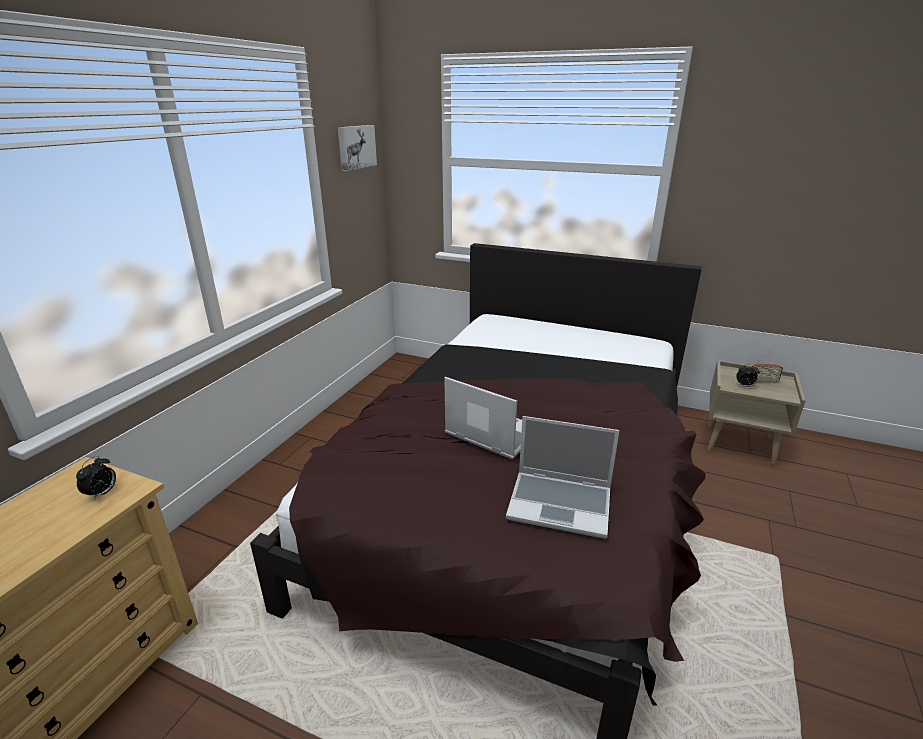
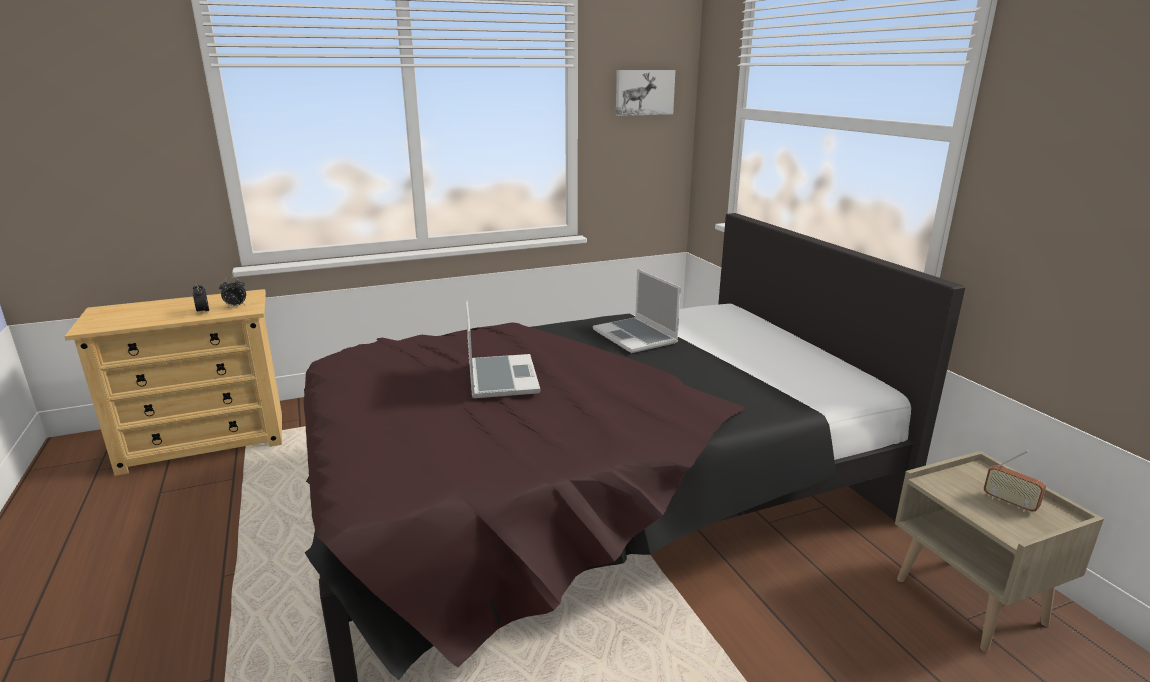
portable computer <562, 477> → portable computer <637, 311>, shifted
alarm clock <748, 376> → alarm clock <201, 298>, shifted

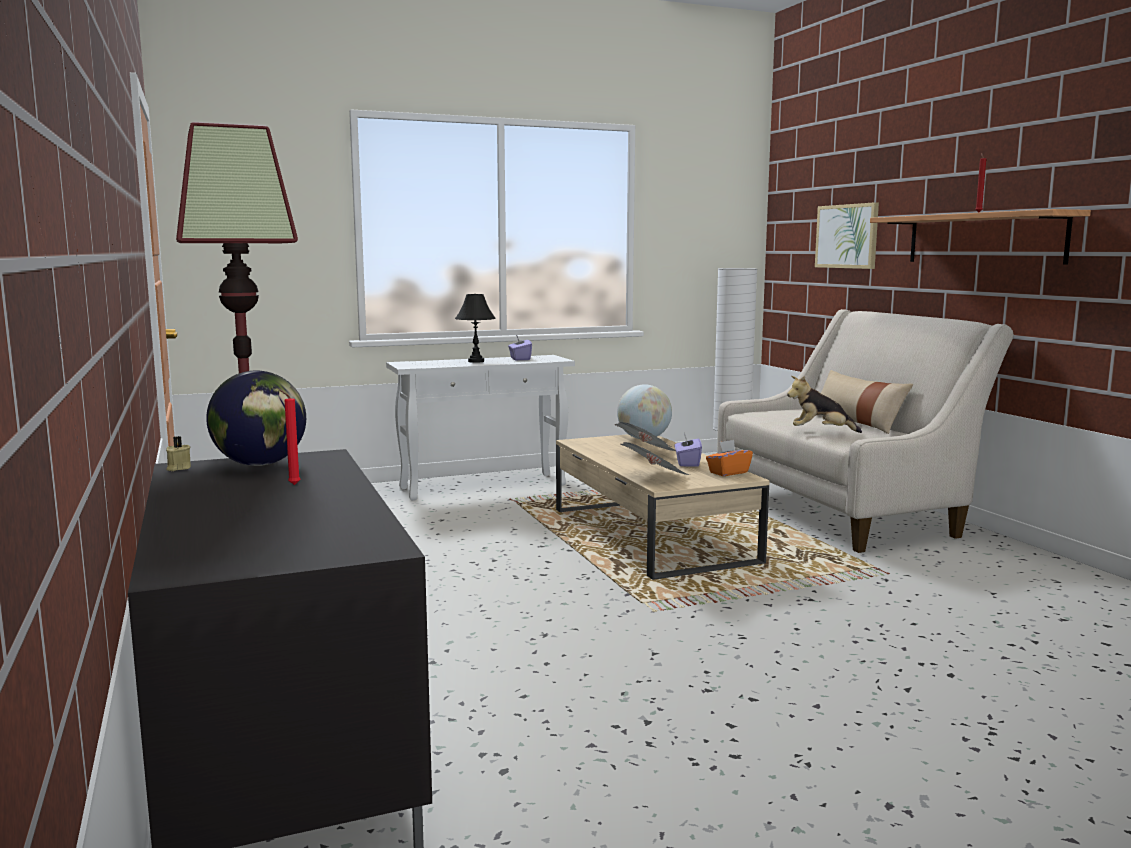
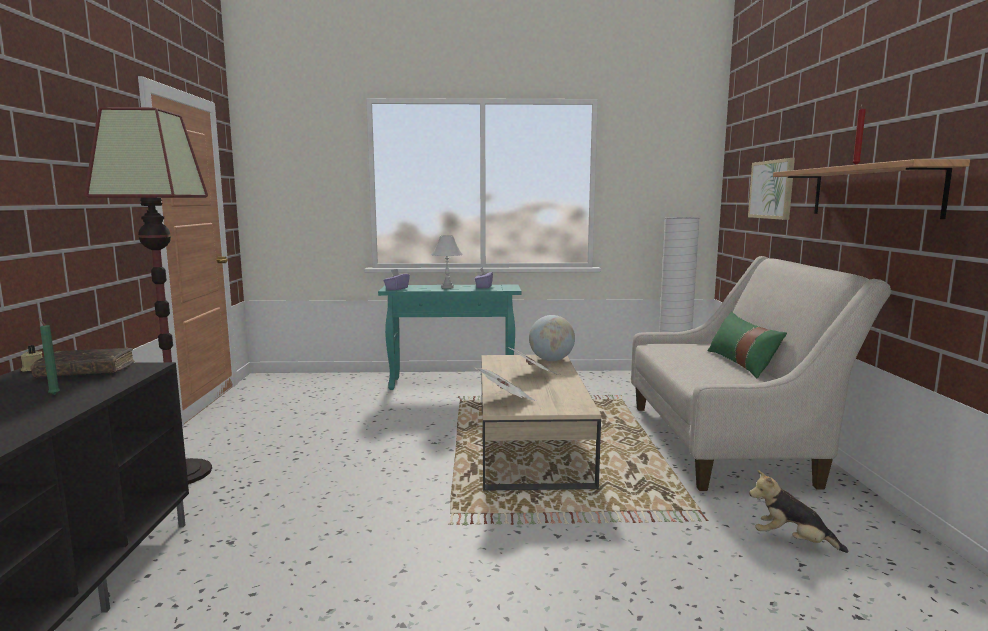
world globe <256, 418> → brown book <83, 362>
reddish candle <289, 437> → green-coloured candle <49, 356>
whitish hall table <480, 428> → turquoise hall table <449, 337>
black table lamp <475, 328> → whitish table lamp <447, 262>
purplish tissue box <688, 449> → purplish tissue box <396, 279>, shifted
orange tissue box <729, 458> → -
cuddly toy <824, 404> → cuddly toy <798, 511>, shifted
sand-coloured pillow <867, 402> → green-coloured pillow <747, 345>

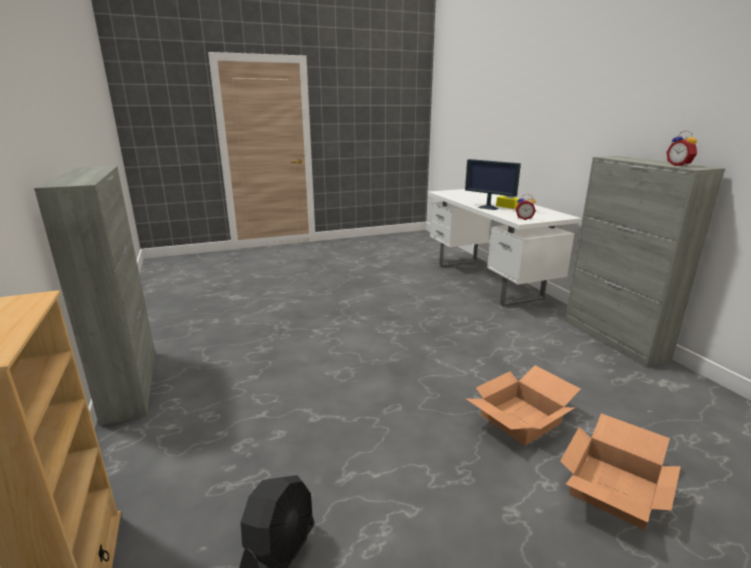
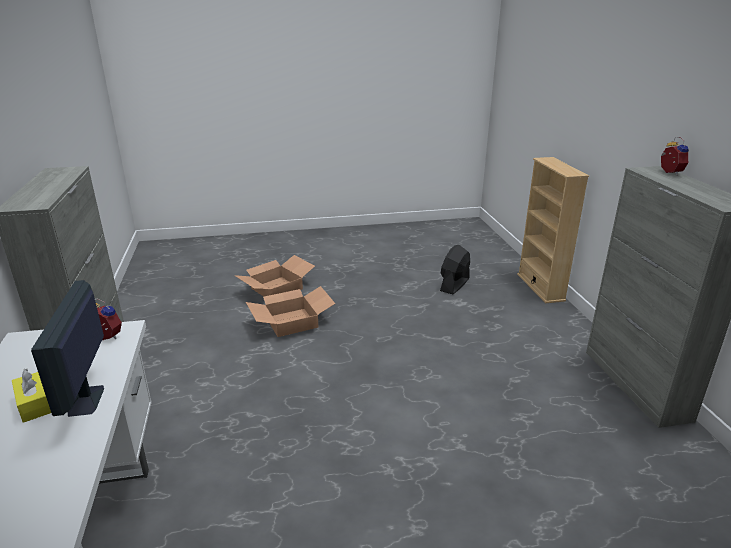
computer screen <493, 184> → computer screen <67, 348>, 150 degrees counterclockwise
alarm clock <682, 149> → alarm clock <675, 156>, shifted

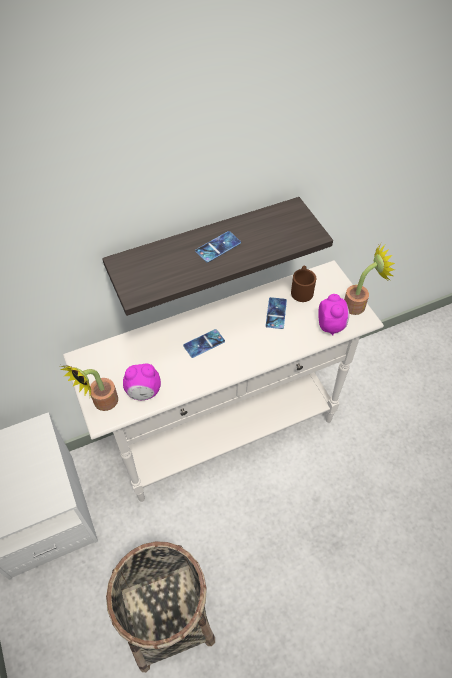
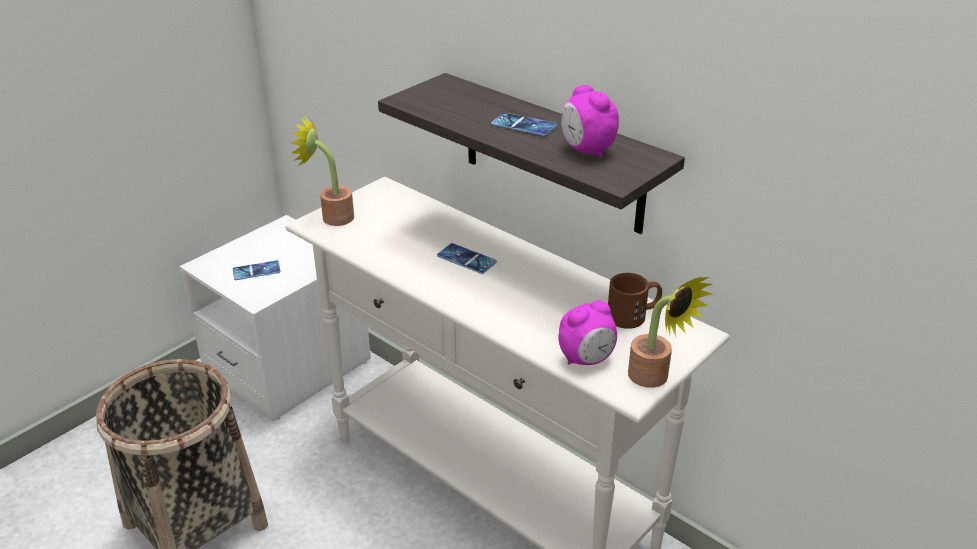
alarm clock <142, 381> → alarm clock <590, 121>, shifted
telephone <276, 313> → telephone <257, 270>, shifted

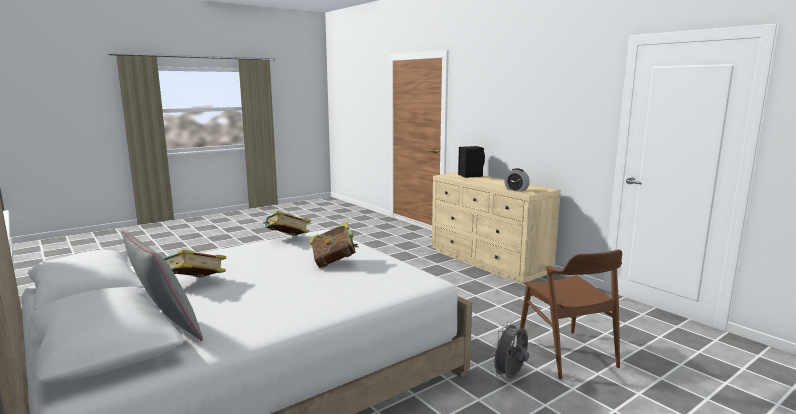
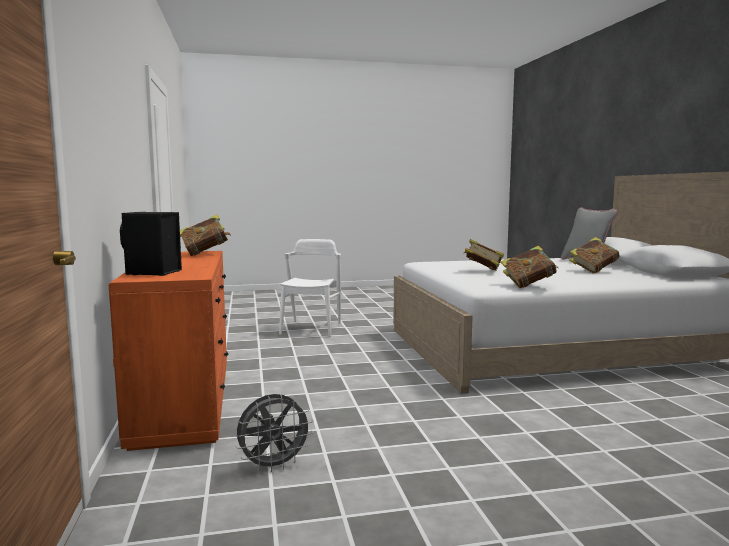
sand-coloured drawer chest <496, 228> → orange drawer chest <168, 351>
grey cooling fan <509, 350> → grey cooling fan <274, 433>, shifted
alarm clock <517, 180> → book <205, 235>
brown chair <571, 314> → whitish chair <310, 288>

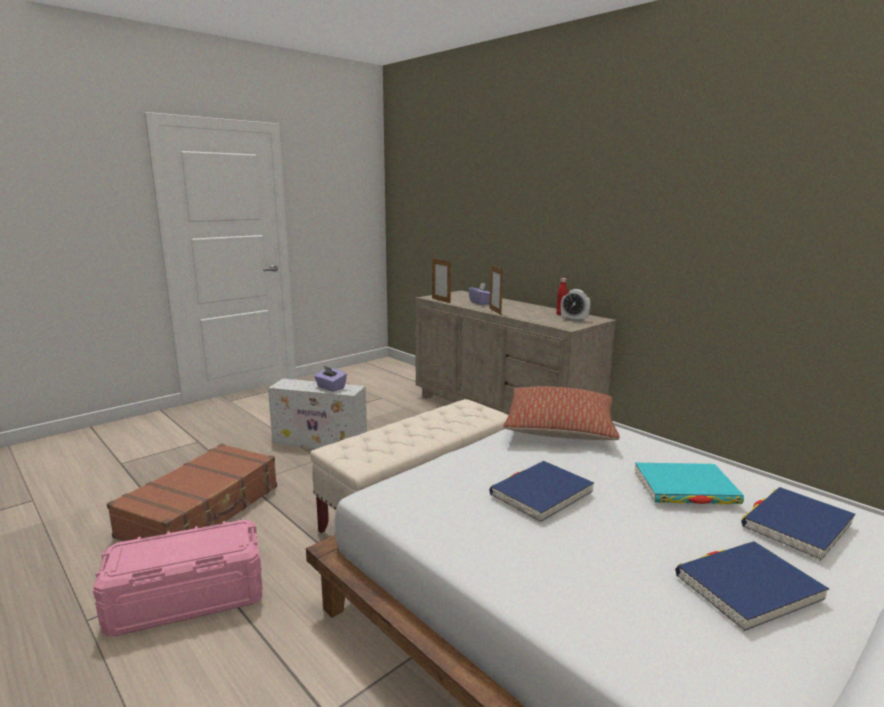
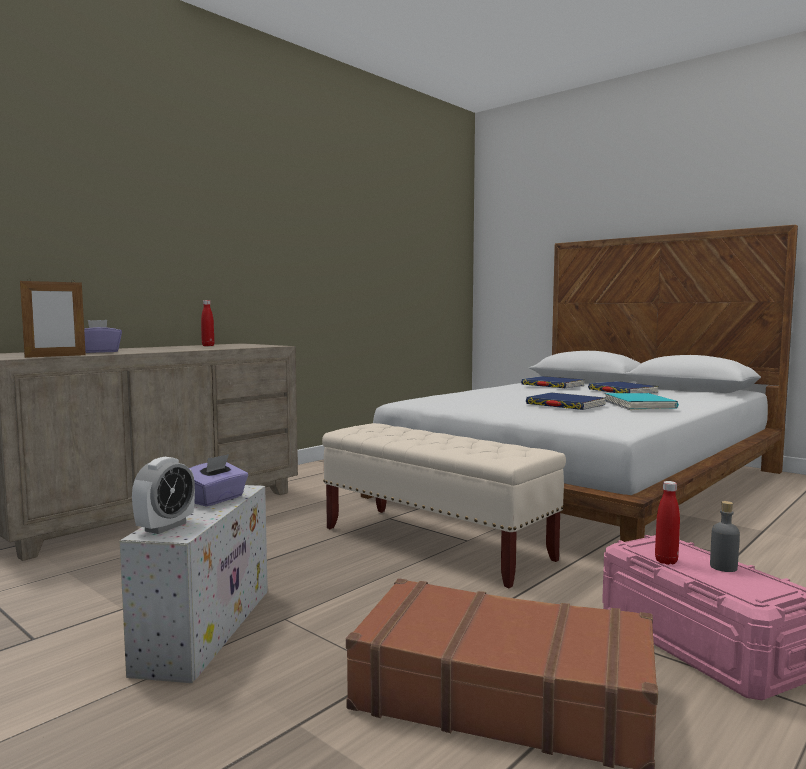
picture frame <496, 290> → -
pillow <562, 413> → -
alarm clock <575, 305> → alarm clock <163, 495>, shifted
turquoise book <689, 484> → turquoise book <641, 401>, shifted
- → reddish drink bottle <667, 523>
- → grey drink bottle <725, 536>

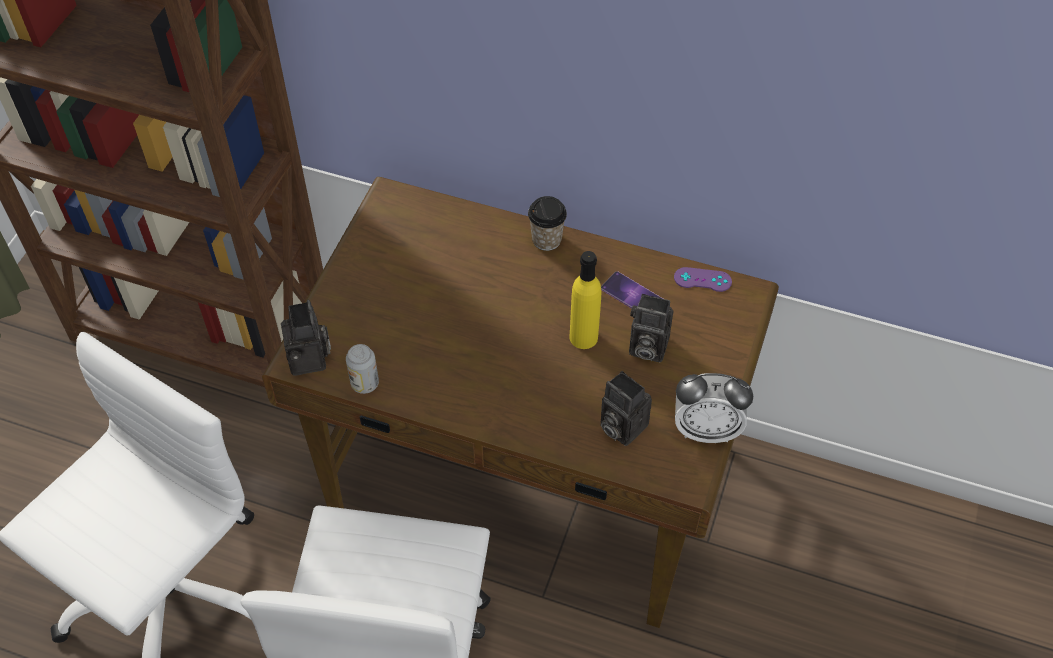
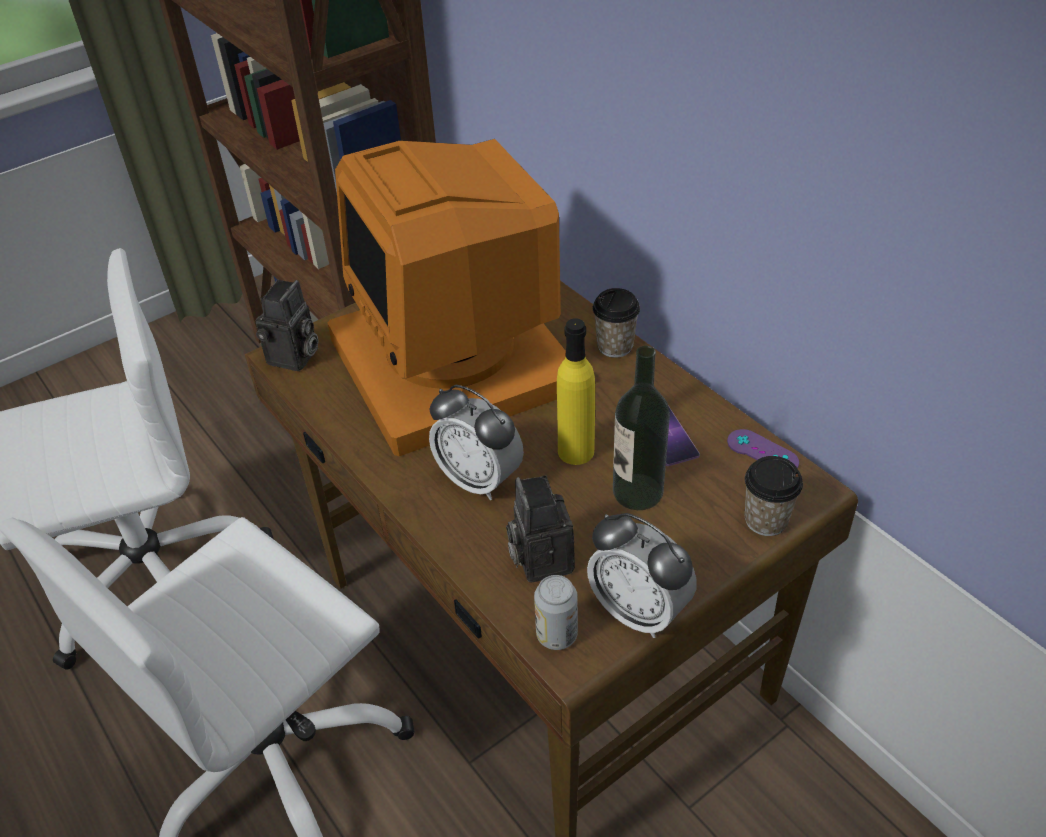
sealed can <362, 369> → sealed can <556, 612>, shifted
still camera <651, 328> → drink bottle <641, 428>
- → computer screen <447, 297>
- → alarm clock <476, 442>
- → cup <774, 496>

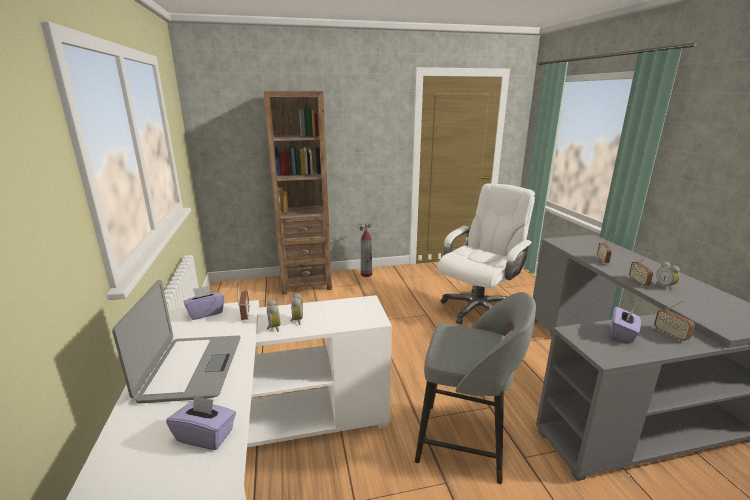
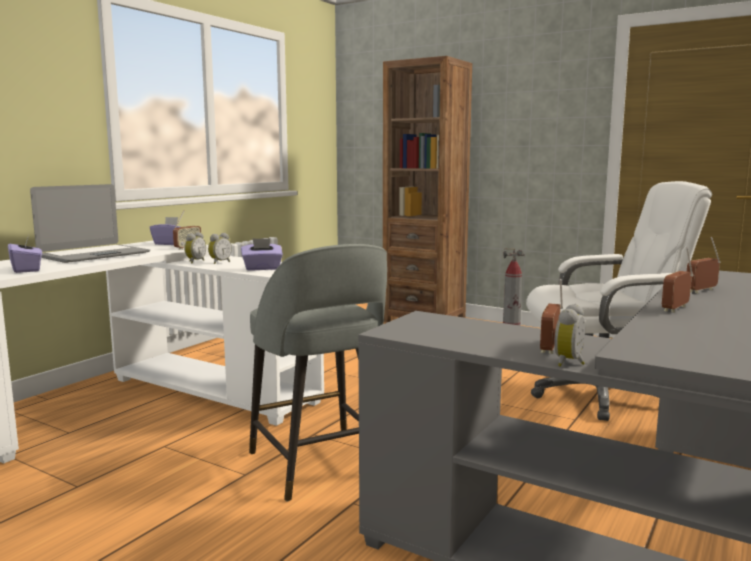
purplish tissue box <626, 325> → purplish tissue box <262, 254>, shifted
alarm clock <668, 276> → alarm clock <569, 335>, shifted

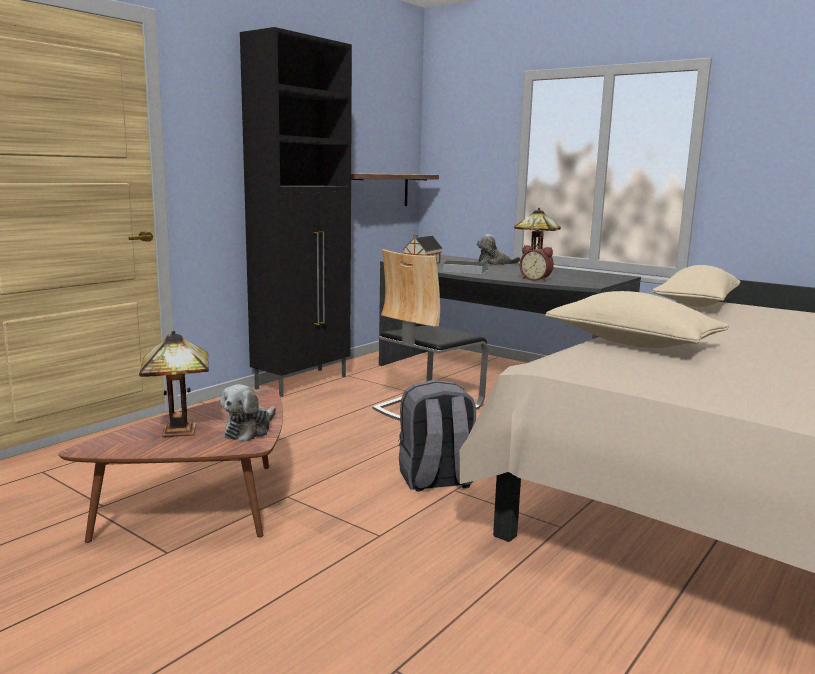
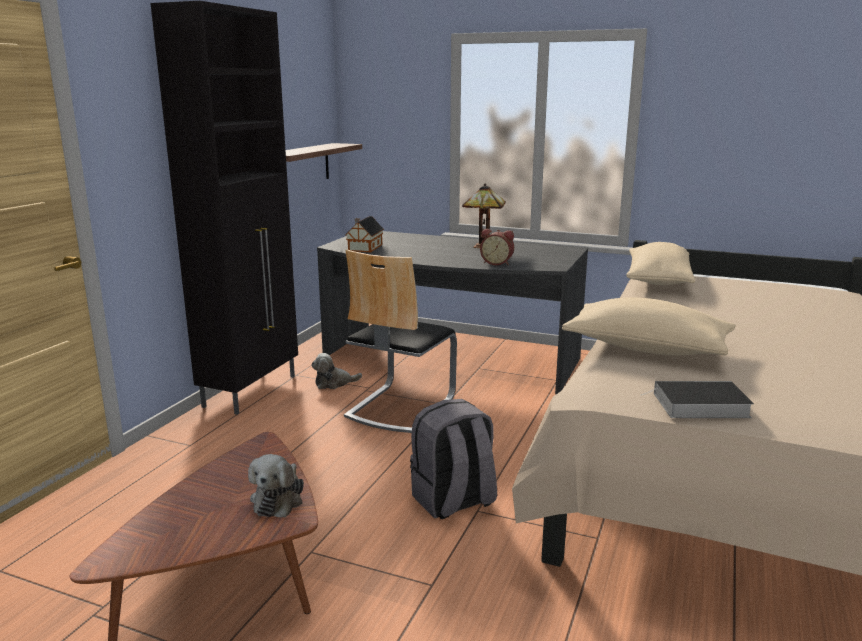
table lamp <174, 384> → -
book <464, 267> → book <697, 399>, shifted
cuddly toy <498, 249> → cuddly toy <337, 371>, shifted

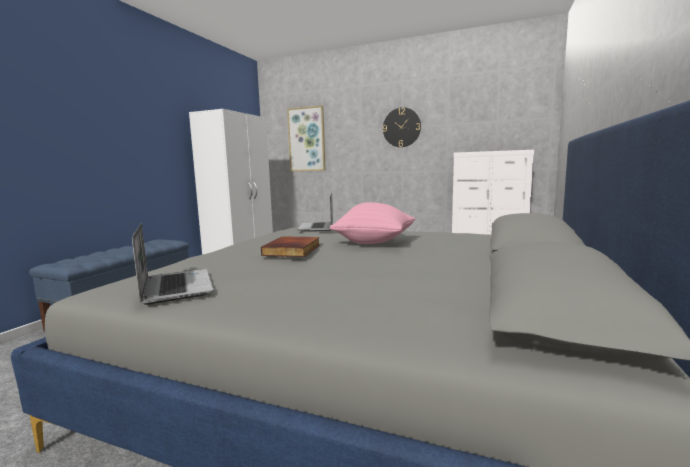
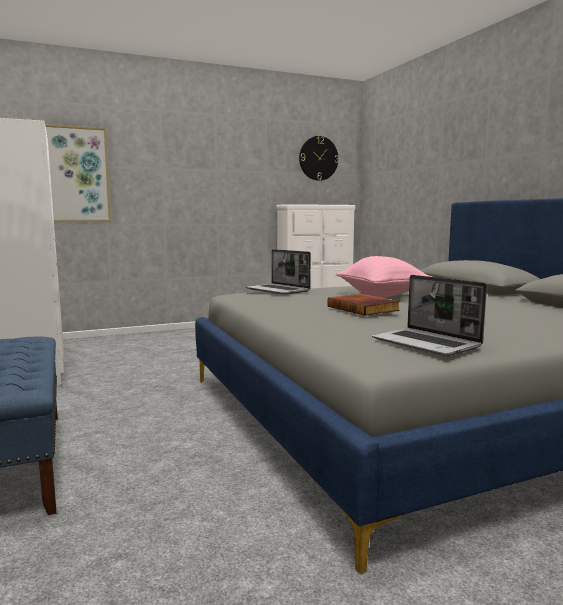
portable computer <173, 264> → portable computer <429, 315>, 150 degrees counterclockwise
clock on the wall <402, 127> → clock on the wall <319, 158>, shifted

